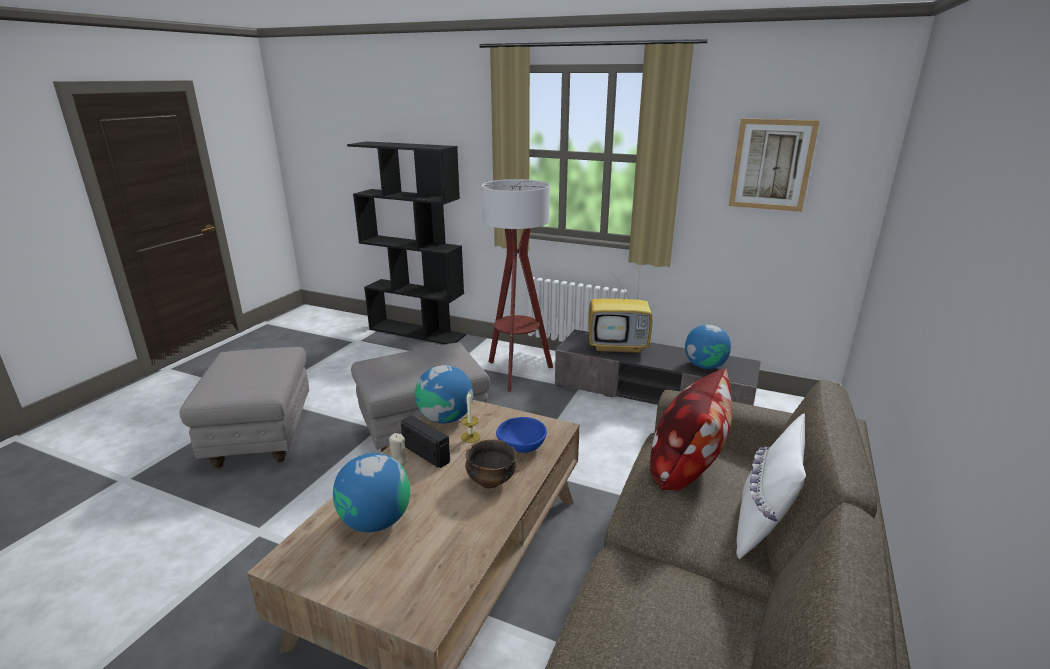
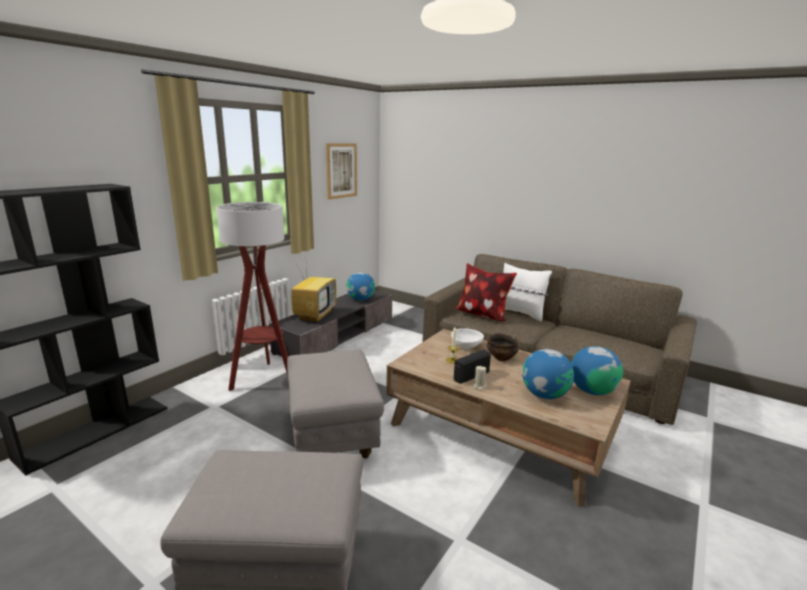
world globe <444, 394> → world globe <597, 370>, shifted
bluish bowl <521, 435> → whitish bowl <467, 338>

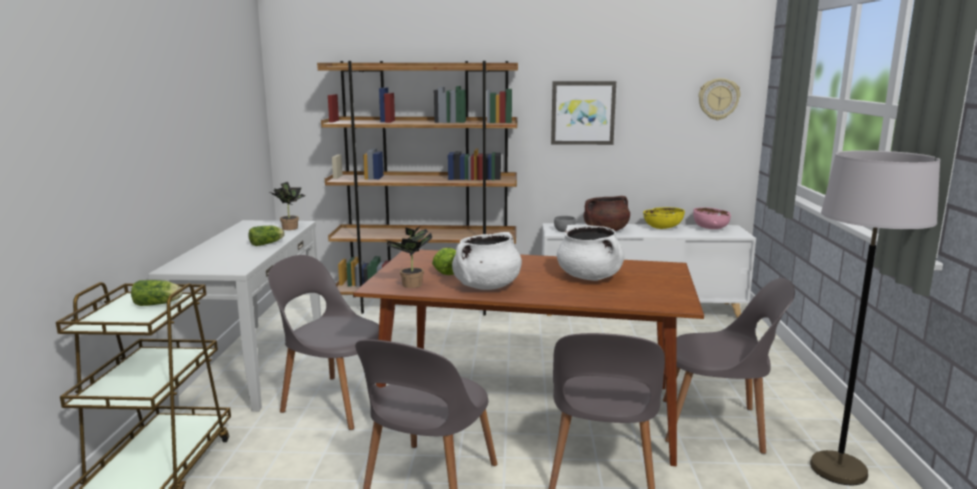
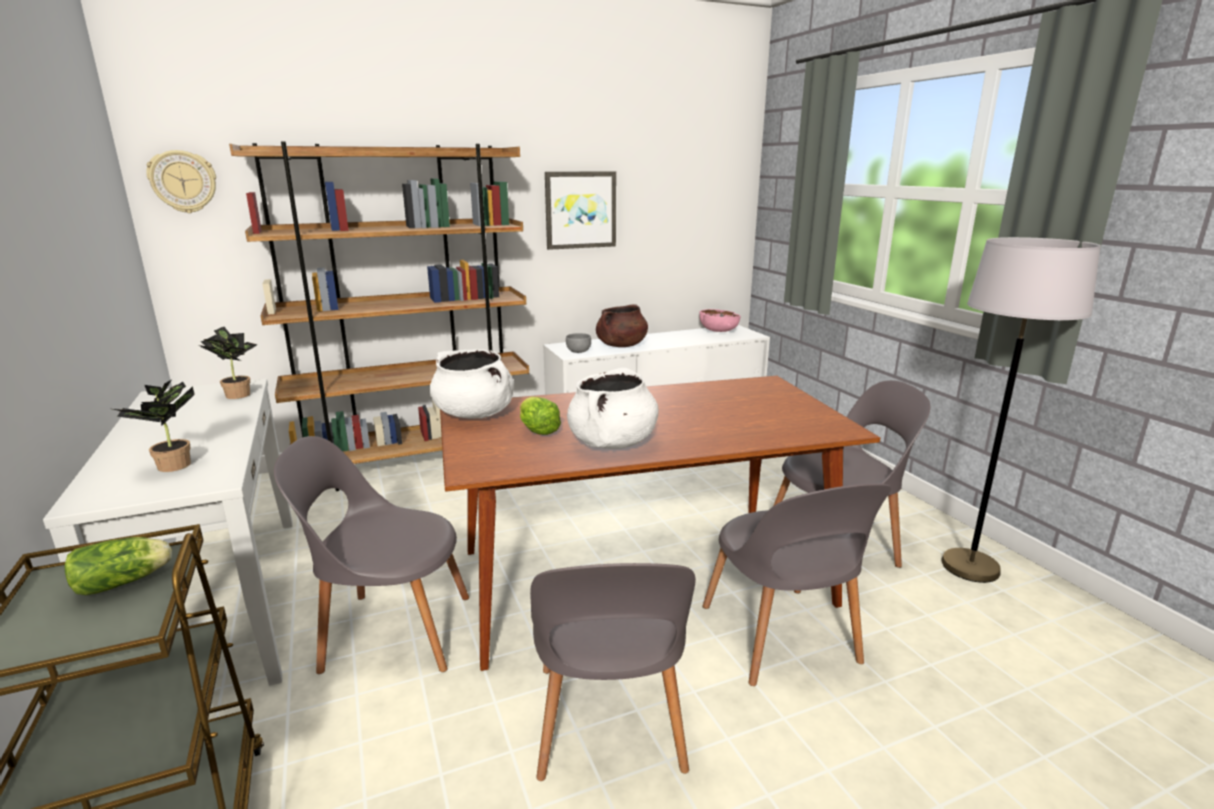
lettuce <266, 236> → -
potted plant <408, 257> → potted plant <154, 426>, shifted
whitish saucepot <591, 253> → whitish saucepot <471, 384>, shifted
yellowish bowl <664, 218> → -
clock on the wall <719, 99> → clock on the wall <181, 181>, shifted

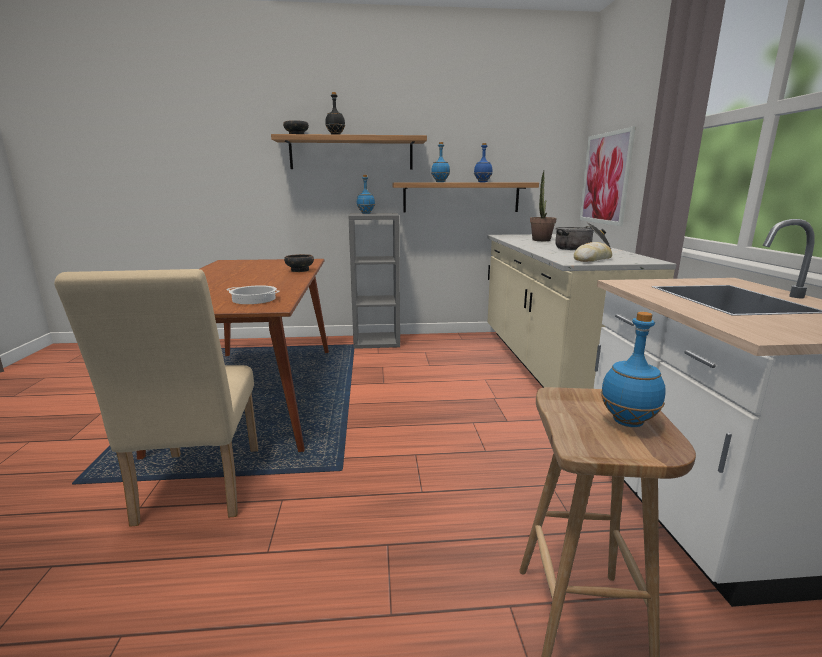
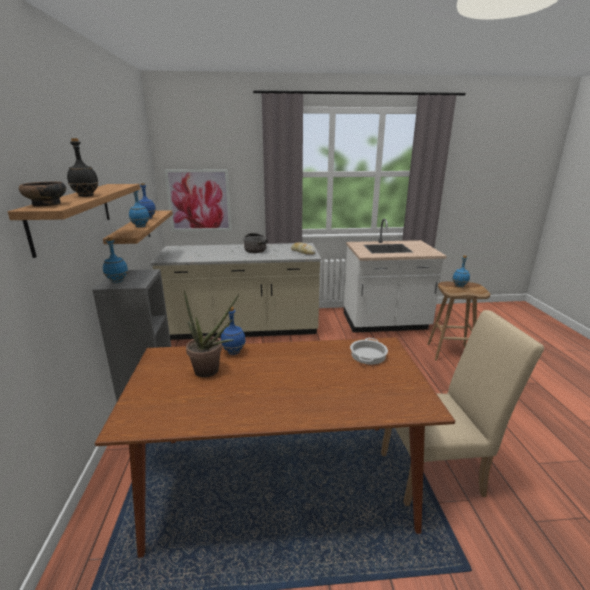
bowl <299, 263> → bluish drink bottle <233, 331>
potted plant <543, 206> → potted plant <211, 333>, shifted

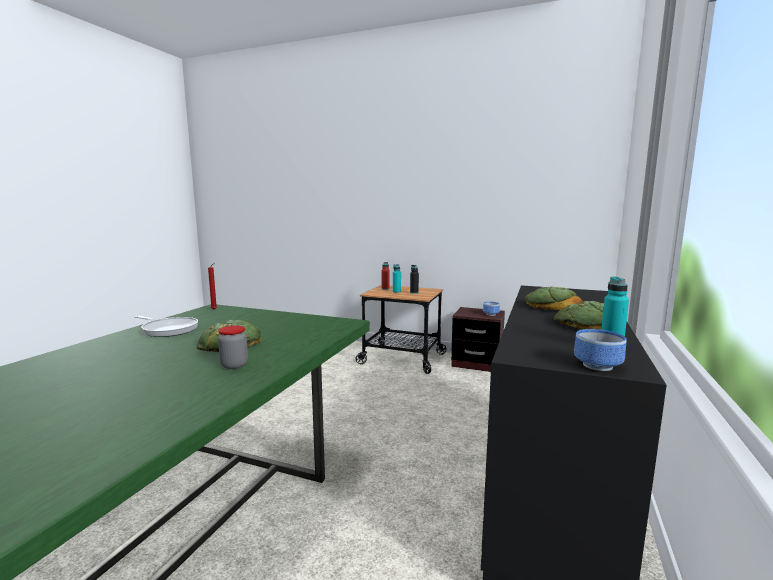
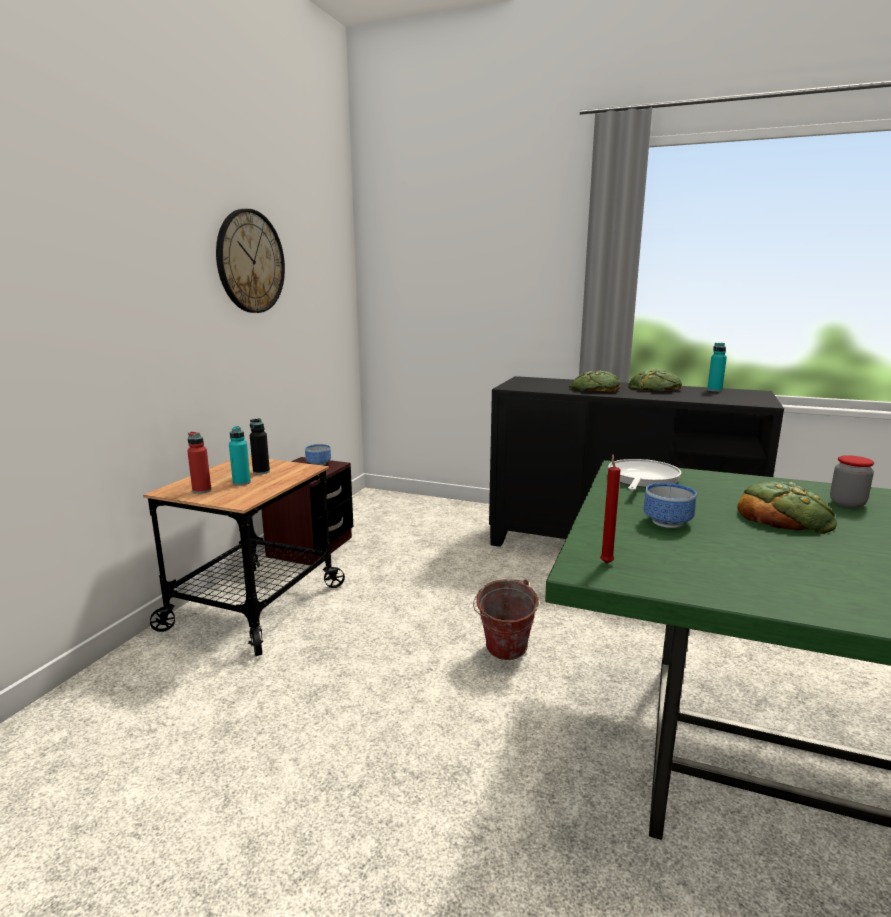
pan <166, 326> → pan <644, 474>, shifted
bowl <600, 350> → bowl <670, 505>, shifted
- → clock on the wall <250, 261>
- → pail <506, 619>

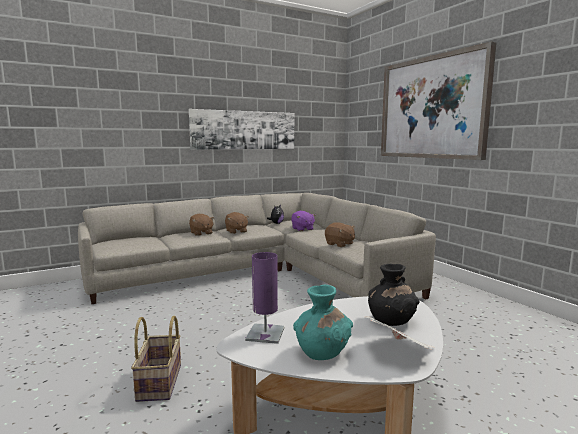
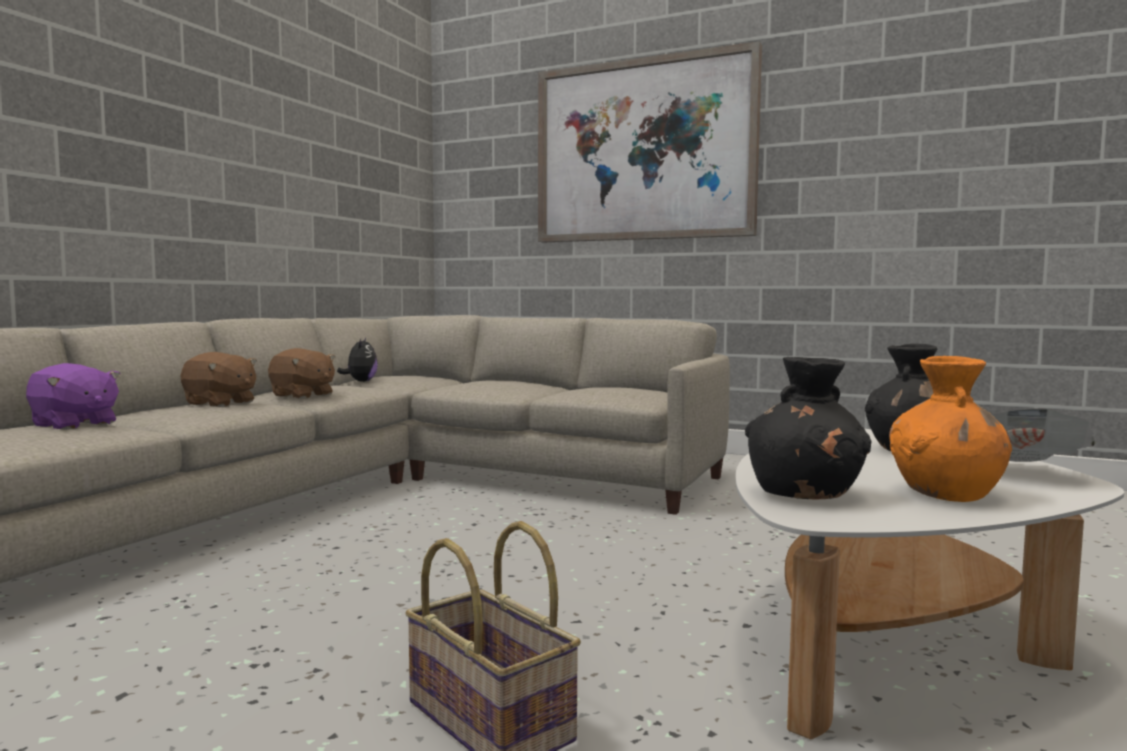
picture <241, 129> → -
purplish table lamp <265, 298> → black vase <808, 428>
purplish cuddly toy <303, 221> → purplish cuddly toy <73, 396>, shifted
turquoise vase <323, 322> → orange vase <950, 429>
brown cuddly toy <340, 234> → -

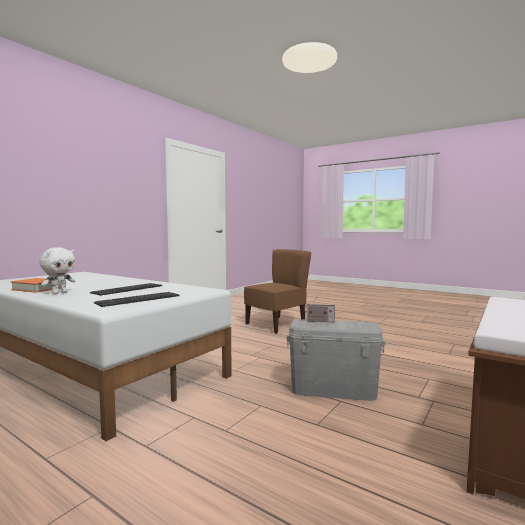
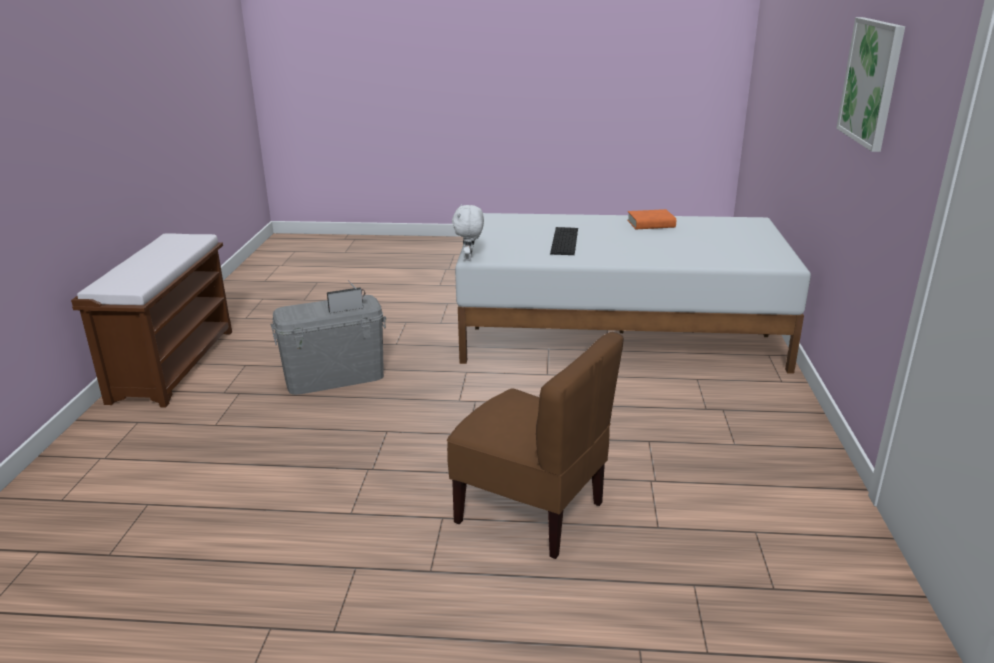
whitish cuddly toy <57, 271> → whitish cuddly toy <468, 232>, shifted
PC keyboard <137, 299> → -
brown chair <277, 291> → brown chair <535, 445>, 75 degrees counterclockwise
- → picture <870, 84>

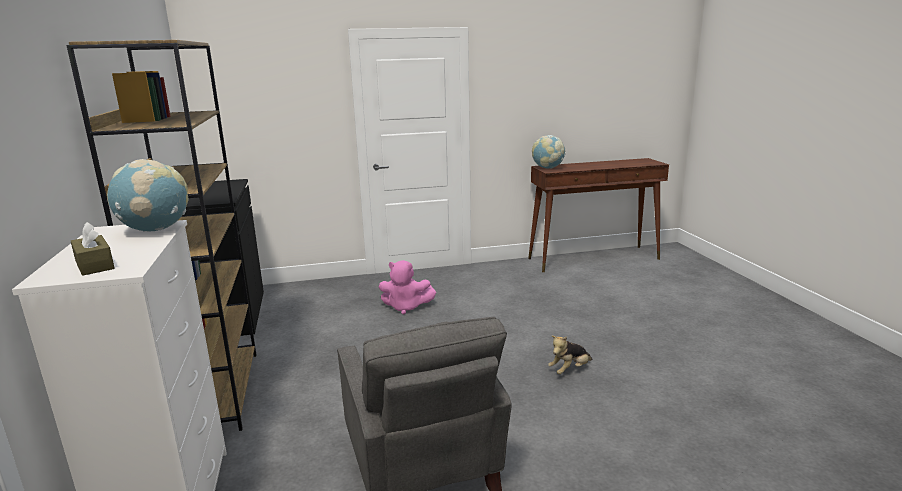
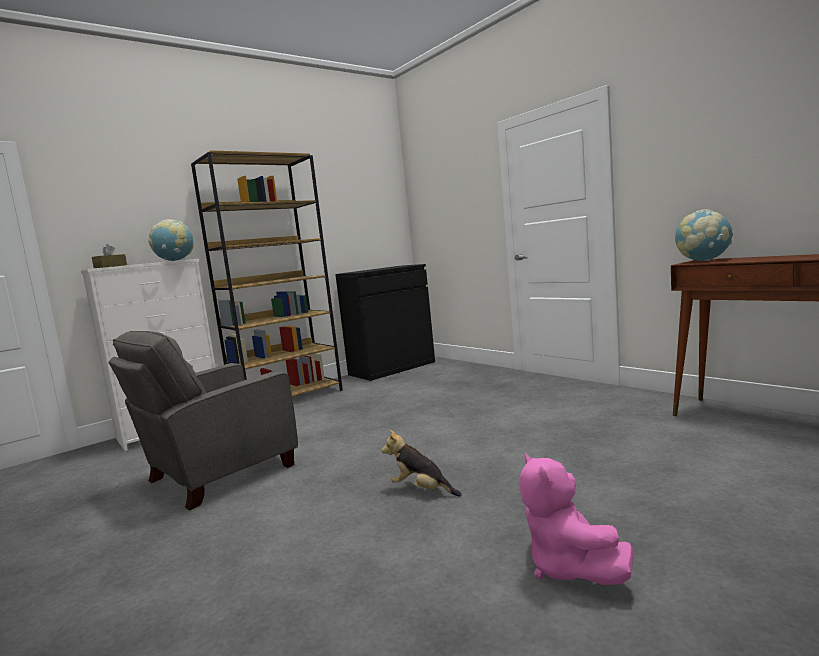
pink-coloured cuddly toy <407, 287> → pink-coloured cuddly toy <576, 518>, shifted

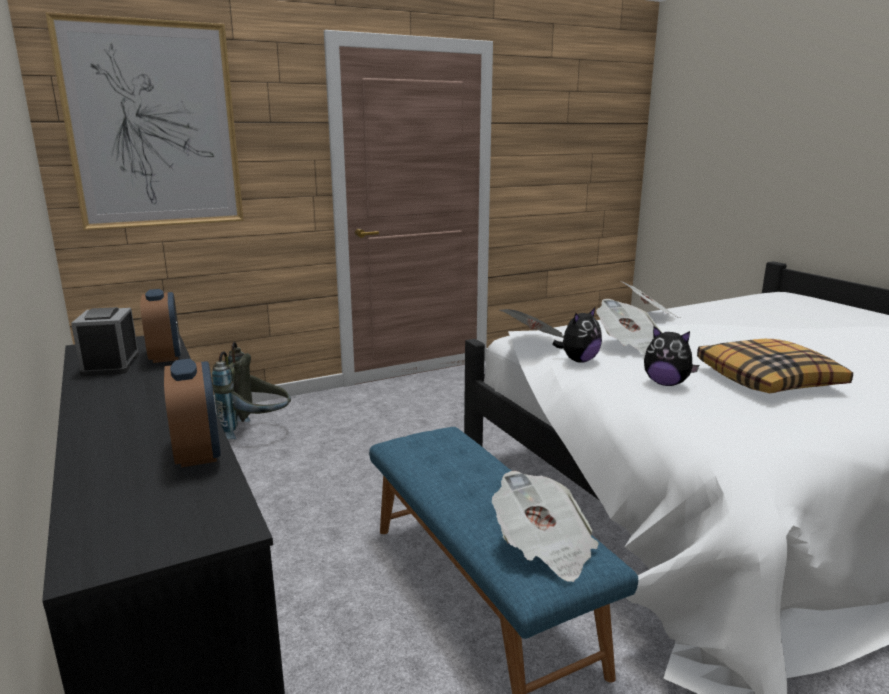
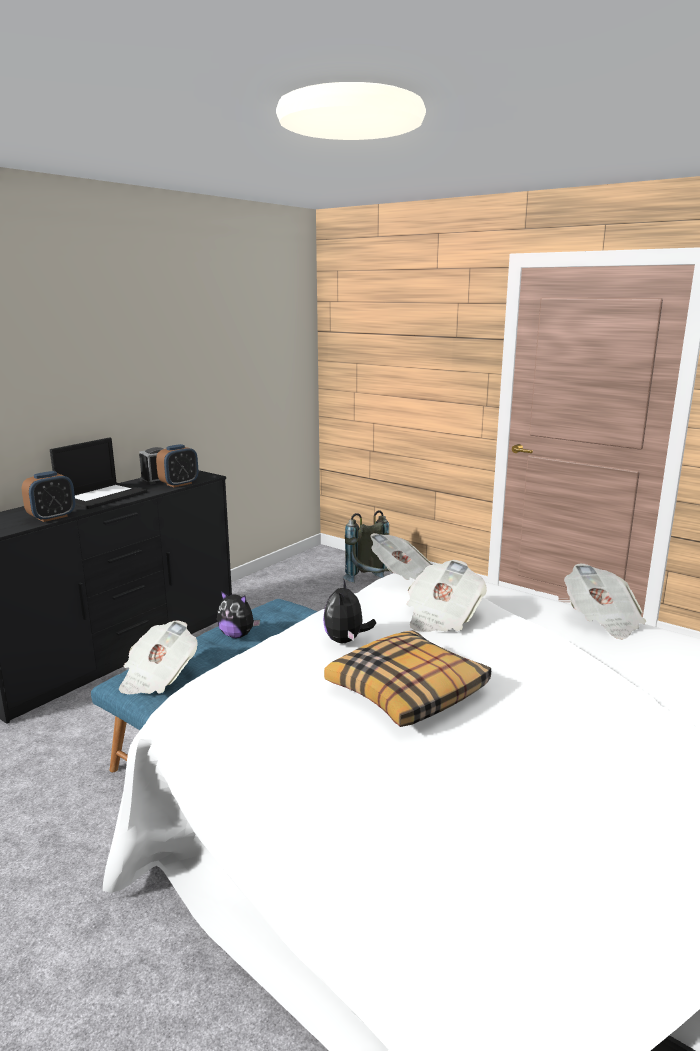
picture <144, 121> → -
cuddly toy <577, 335> → cuddly toy <238, 614>, shifted
- → portable computer <98, 473>

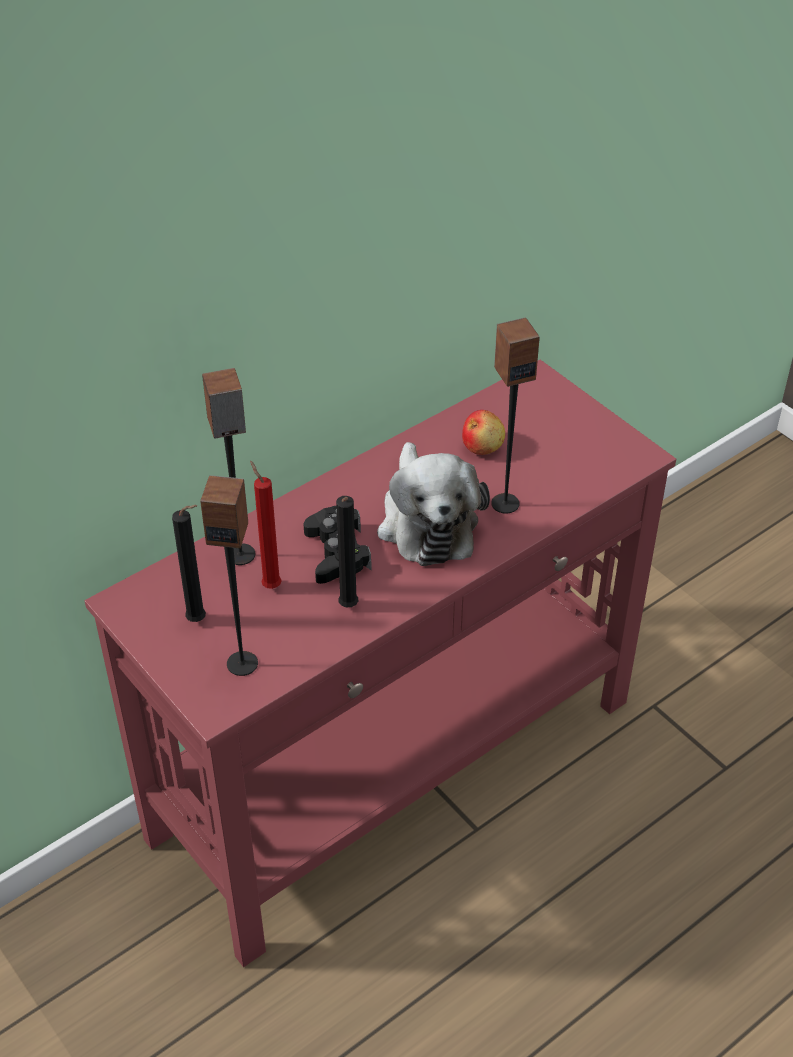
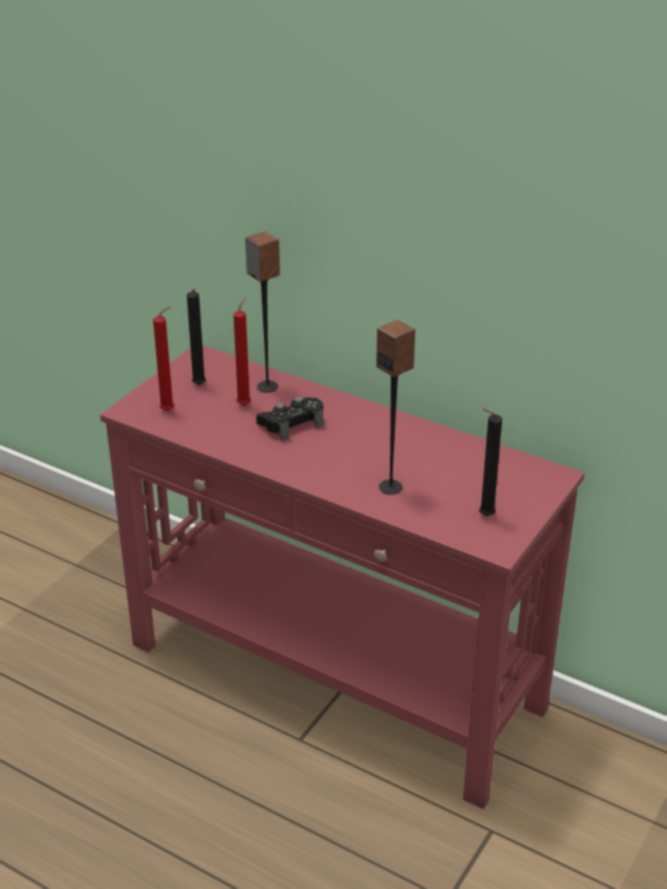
audio speaker <229, 575> → reddish candle <163, 359>
black candle <347, 551> → black candle <490, 462>, shifted
cuddly toy <433, 504> → -
apple <483, 432> → -

